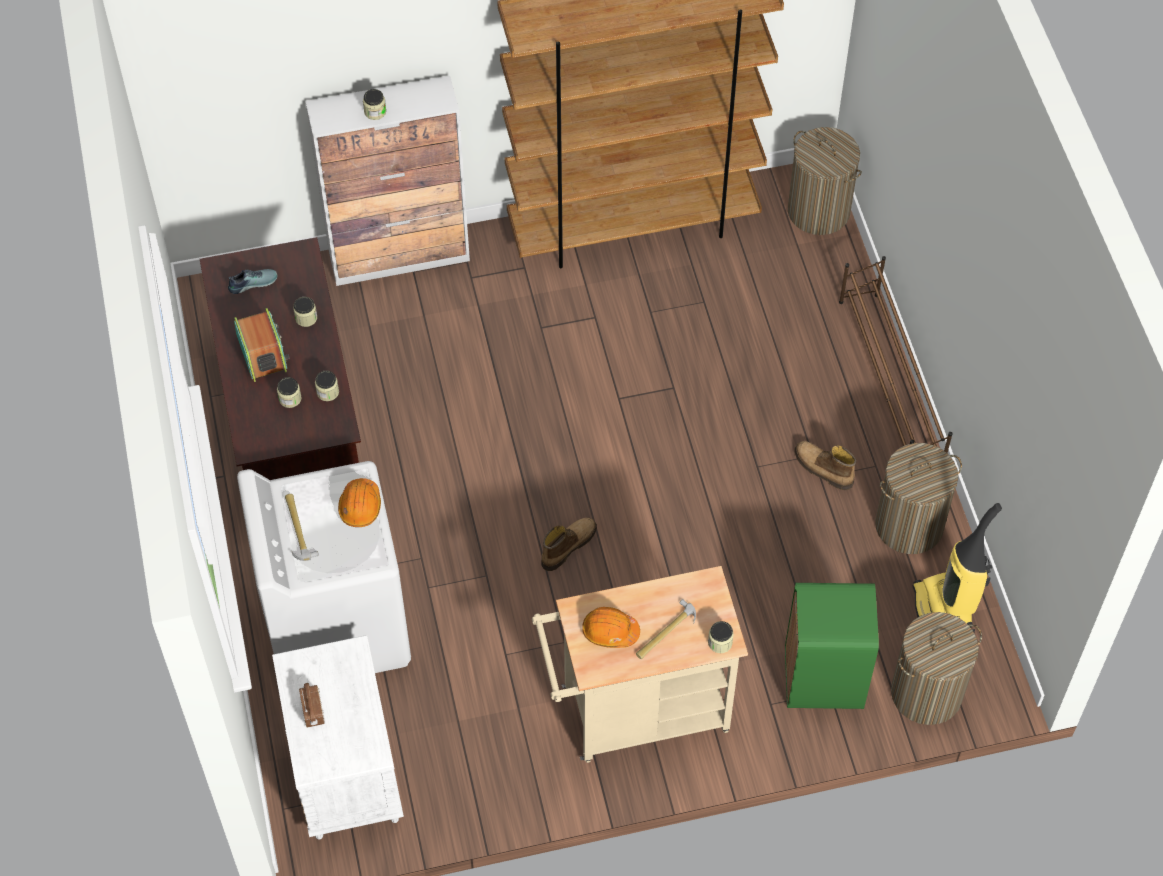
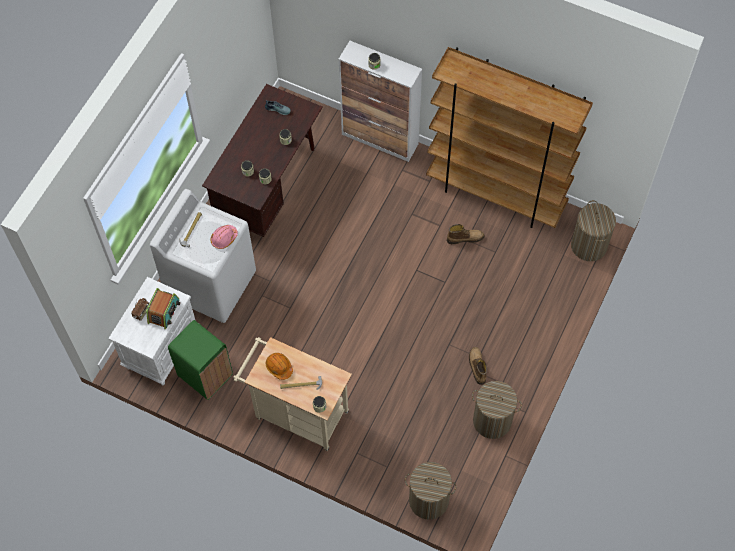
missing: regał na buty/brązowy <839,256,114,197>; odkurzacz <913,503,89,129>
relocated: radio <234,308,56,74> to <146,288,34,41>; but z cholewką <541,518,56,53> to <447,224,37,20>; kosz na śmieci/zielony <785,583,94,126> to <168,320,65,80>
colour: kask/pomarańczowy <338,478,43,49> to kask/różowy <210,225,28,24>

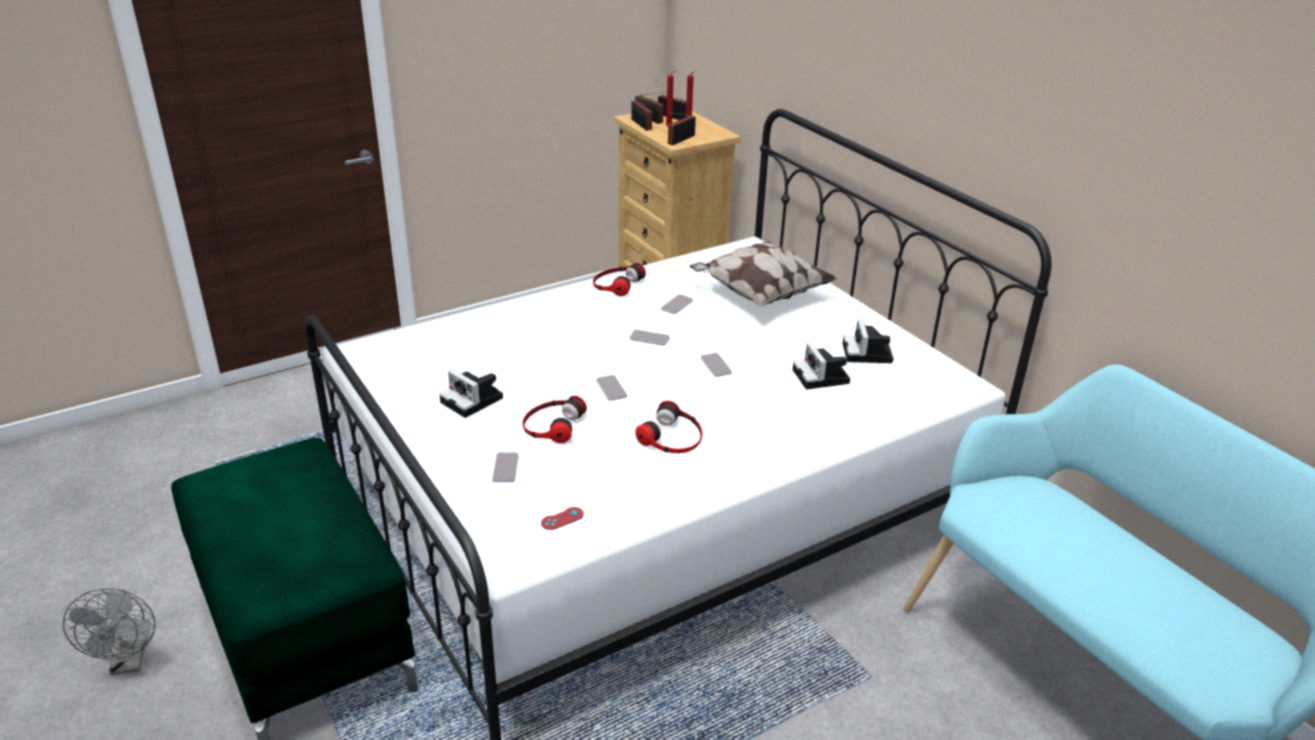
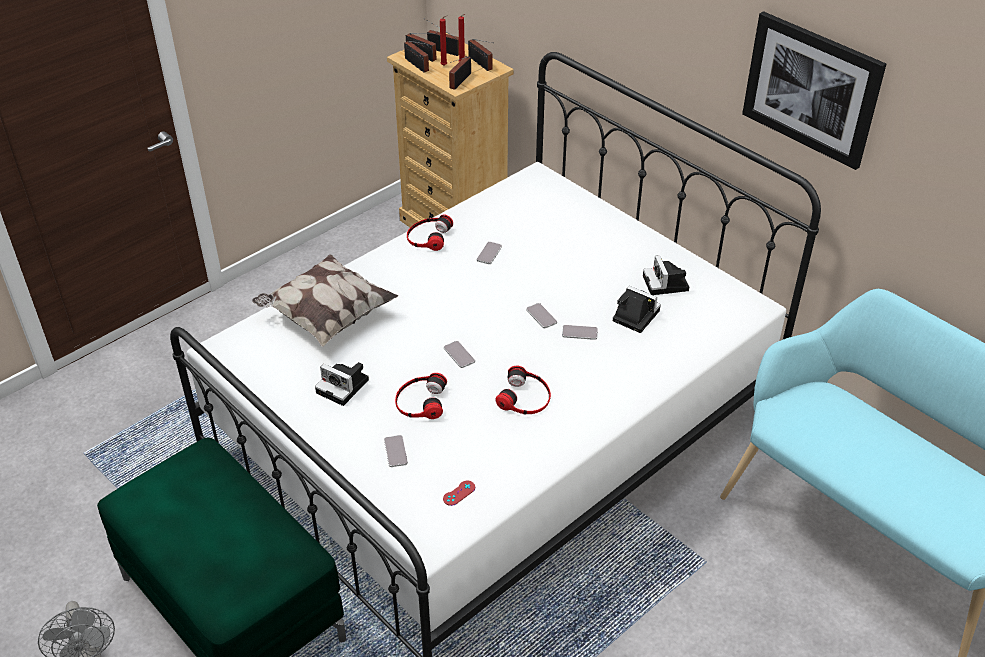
appeared: radio <468,39,25,32>; obraz <742,11,144,159>
relocated: telefon <630,330,40,16> to <562,325,36,15>; poduszka <689,241,148,66> to <252,254,146,93>
spun: aparat fotograficzny <793,343,57,46> = <613,286,48,47> 150 degrees clockwise

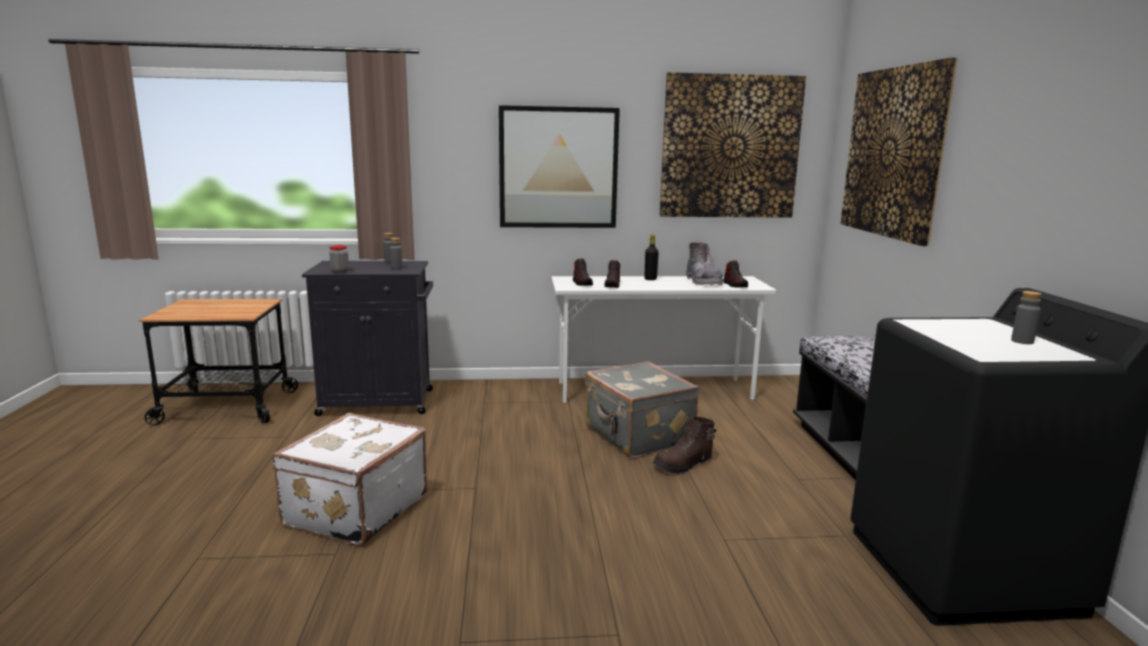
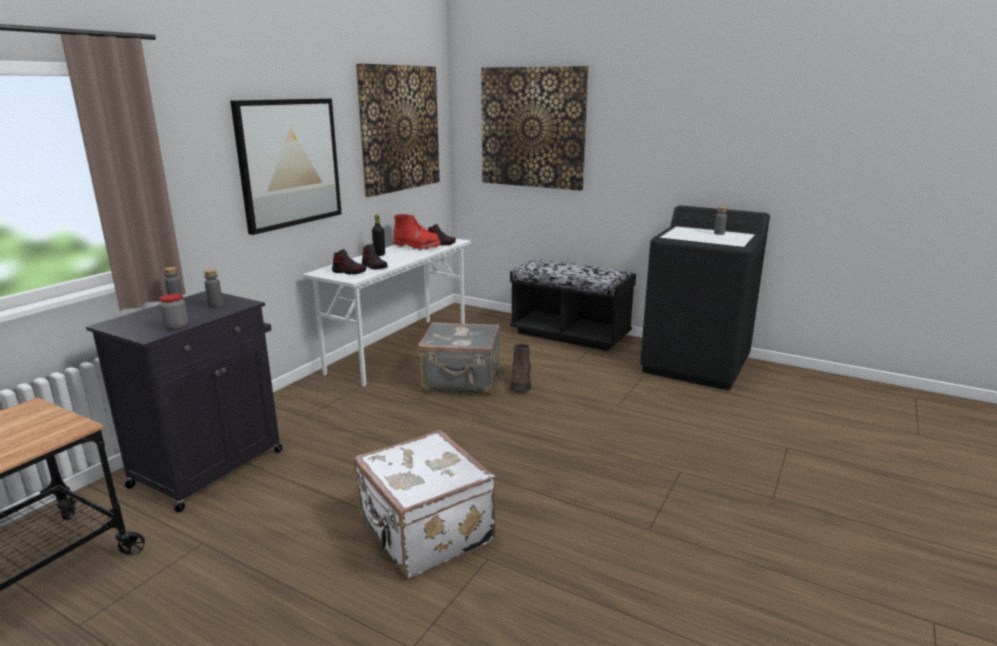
colour: but z cholewką/szary <686,242,37,44> to but z cholewką/czerwony <393,214,48,36>

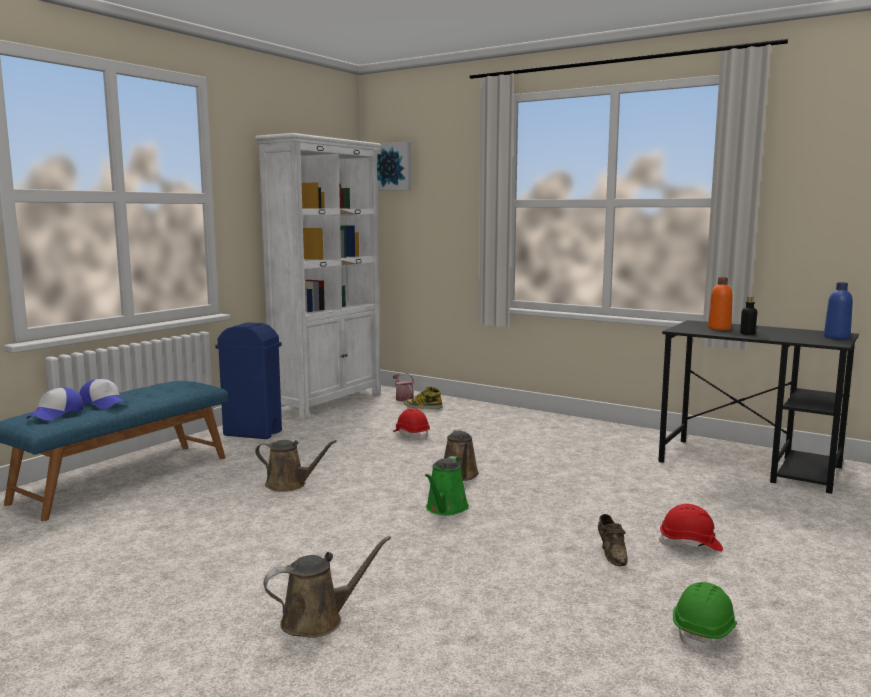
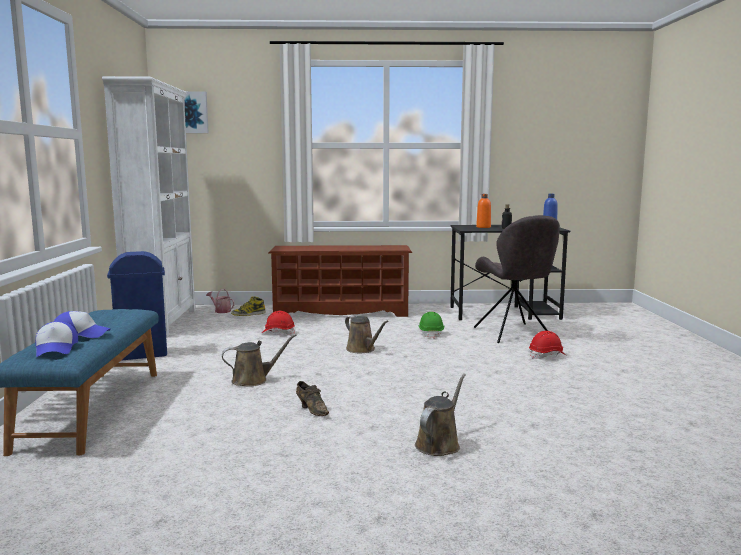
missing: konewka/zielony <425,456,44,59>
appeared: regał na buty/brązowy <269,245,143,72>; krzesło/szary <474,215,86,128>
relocated: but/brązowy <598,514,30,52> to <296,381,33,35>; kask/zielony <673,582,65,71> to <418,312,26,27>

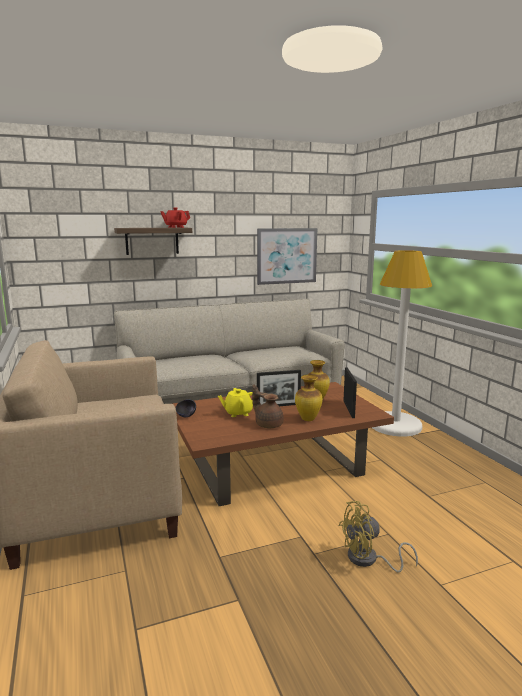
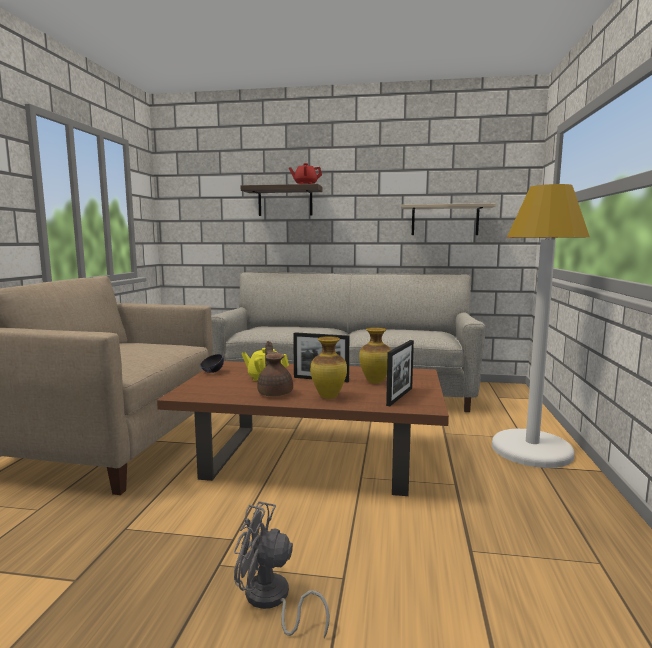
exchanged: obraz <257,228,60,57> to półka/beżowy <402,203,94,32>
colour: wentylator/żółty <338,501,80,72> to wentylator/szary <234,501,96,138>

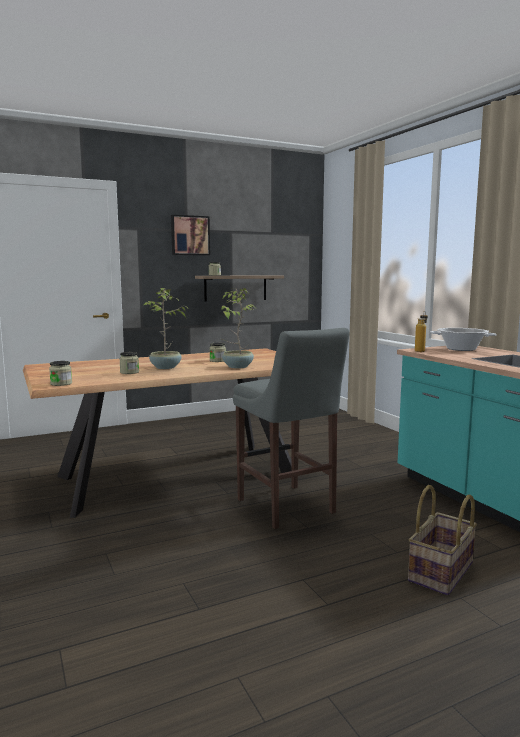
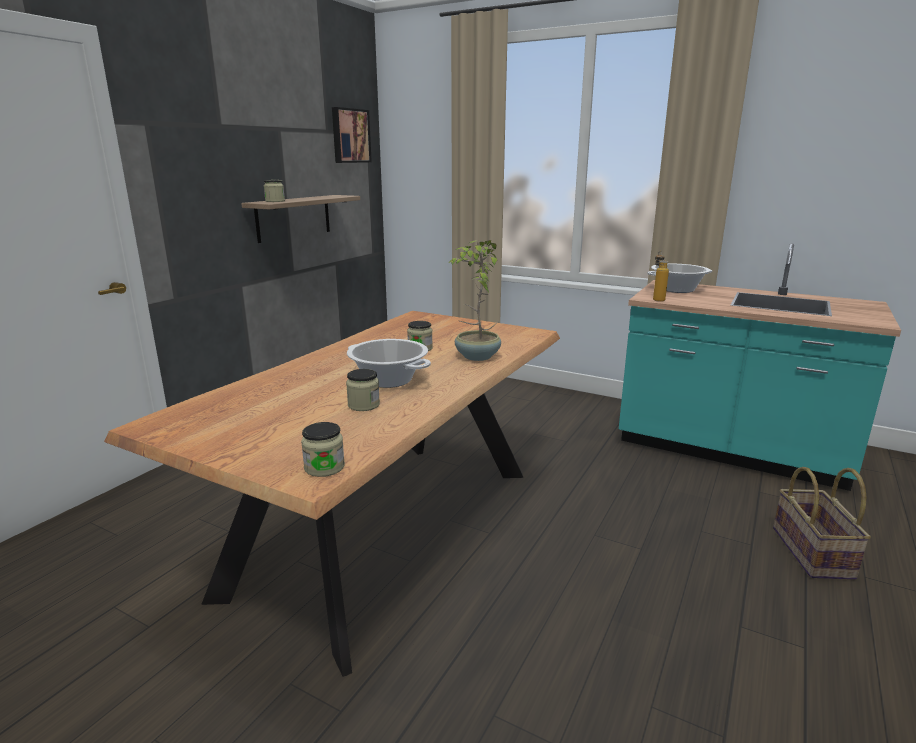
missing: stołek/szary <233,328,117,201>
relocated: obraz <171,215,39,41> to <332,107,40,56>
exchanged: roślina doniczkowa <144,288,44,81> to garnek <347,339,84,49>

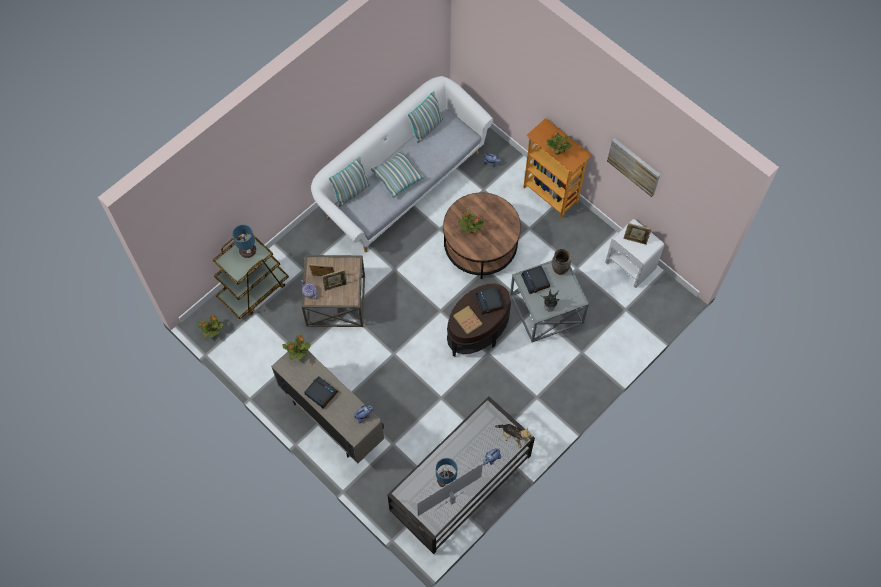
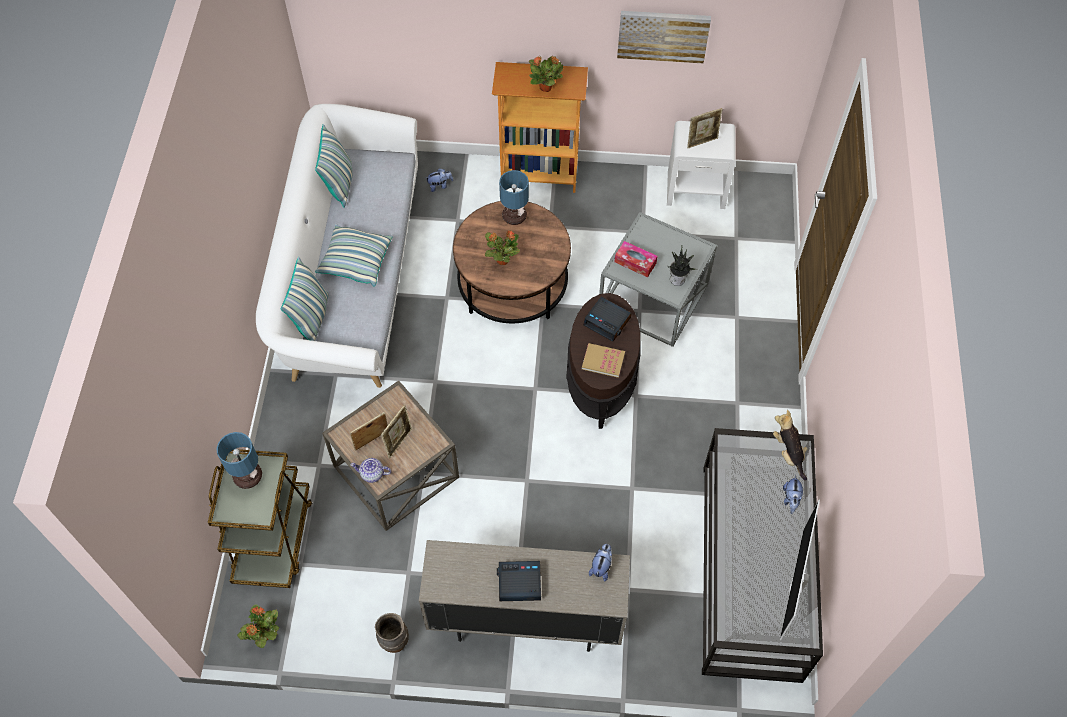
missing: roślina doniczkowa <282,334,29,26>
relocated: lampa stołowa <436,458,21,30> to <499,170,30,55>; wazon/brązowy <552,249,19,26> to <375,613,34,40>
exchanged: budzik <521,266,29,28> to pudełko chusteczek <615,241,43,36>
spun: pluszak <495,424,38,24> = <773,410,34,71> 105 degrees counterclockwise

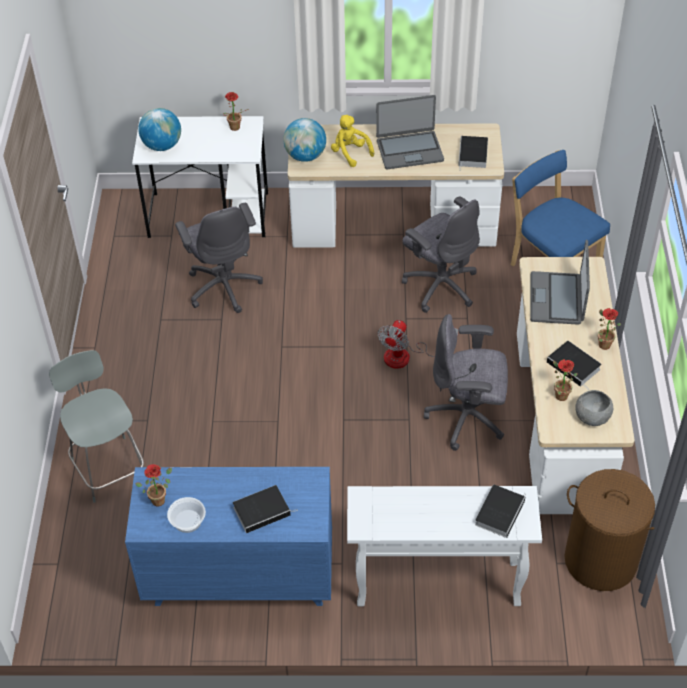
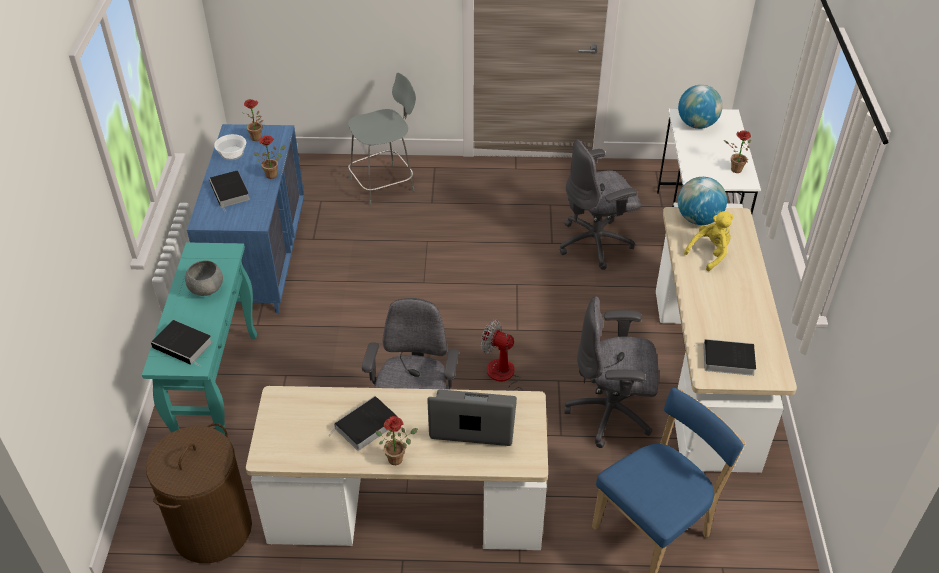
missing: laptop <376,95,68,74>
relocated: roślina doniczkowa <553,359,25,42> to <254,136,32,43>; miska/szary <575,390,38,36> to <185,260,38,36>
colour: stolik konsolowy/biały <347,486,195,120> to stolik konsolowy/turkusowy <142,242,115,193>
spun: krzesło biurowe/szary <402,197,78,116> = <565,297,94,151> 45 degrees clockwise

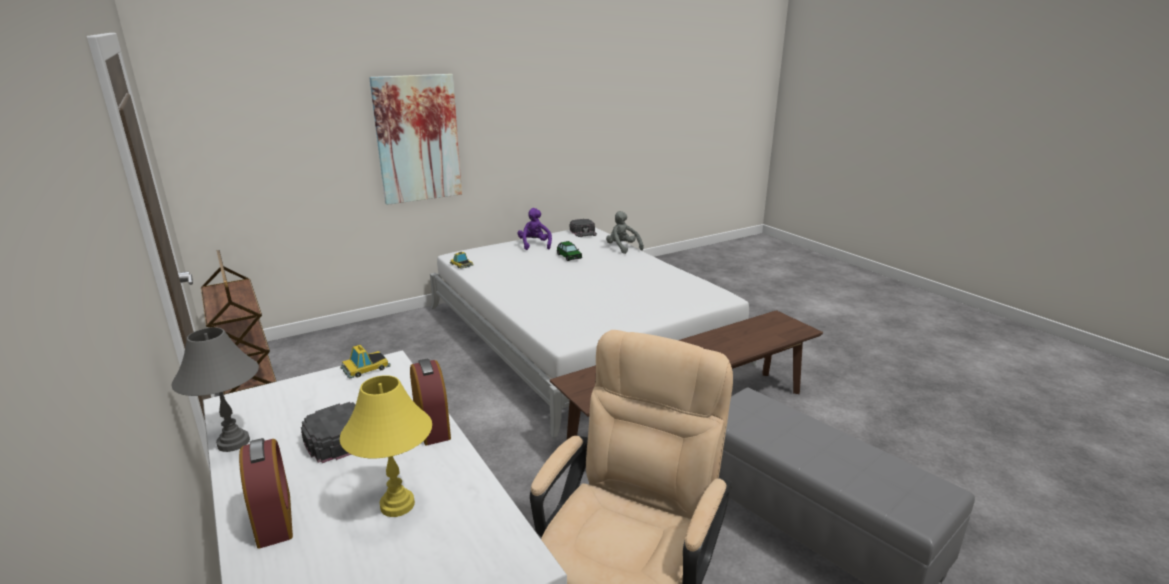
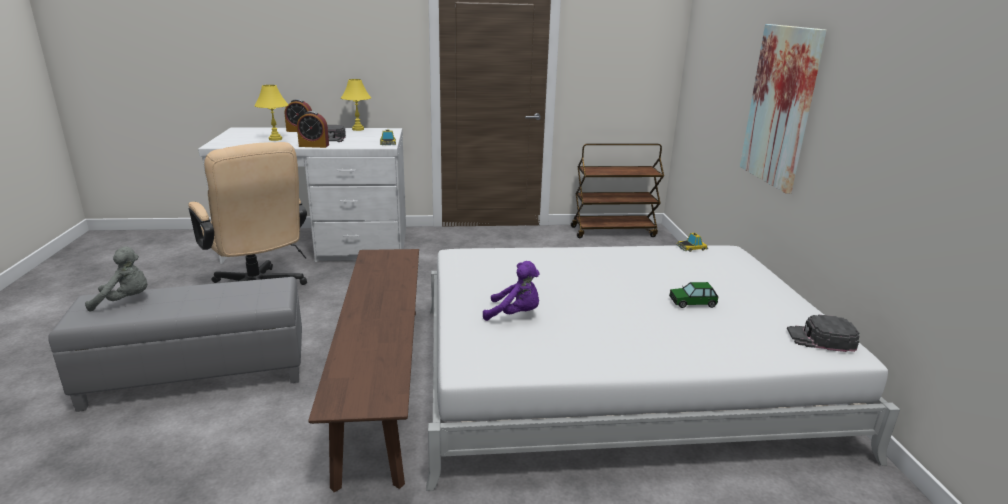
relocated: pluszak/fioletowy <518,208,34,42> to <483,261,57,60>; pluszak/szary <606,211,38,43> to <85,246,62,66>
colour: lampa stołowa/szary <172,327,87,125> to lampa stołowa/żółty <341,79,30,52>

